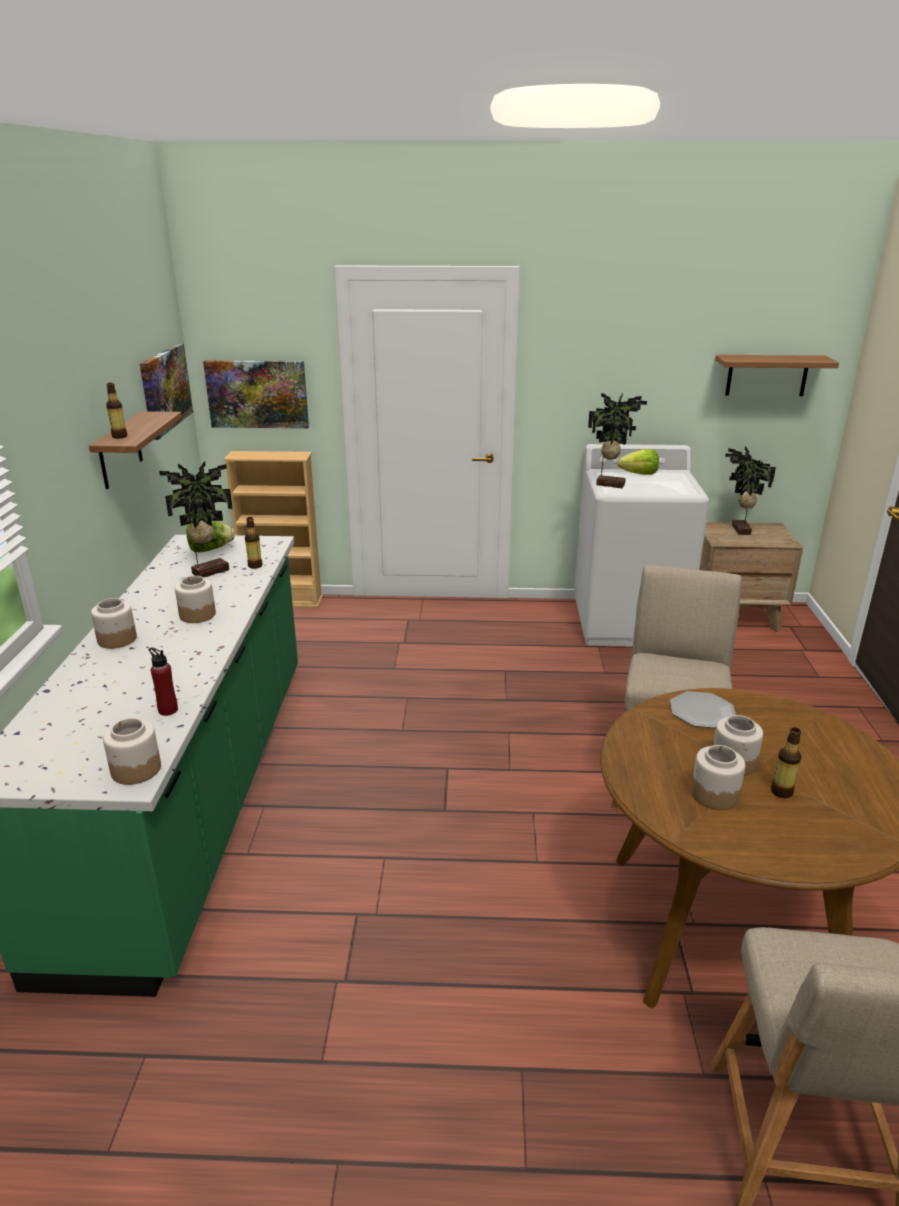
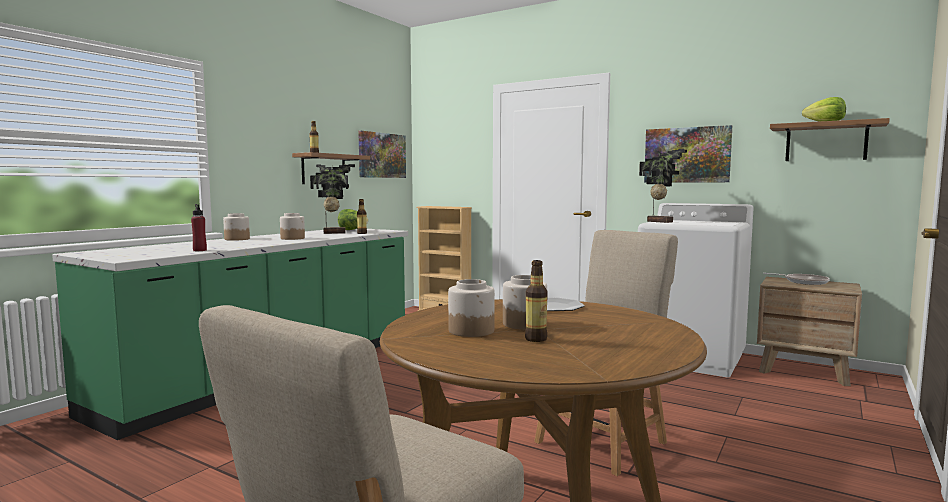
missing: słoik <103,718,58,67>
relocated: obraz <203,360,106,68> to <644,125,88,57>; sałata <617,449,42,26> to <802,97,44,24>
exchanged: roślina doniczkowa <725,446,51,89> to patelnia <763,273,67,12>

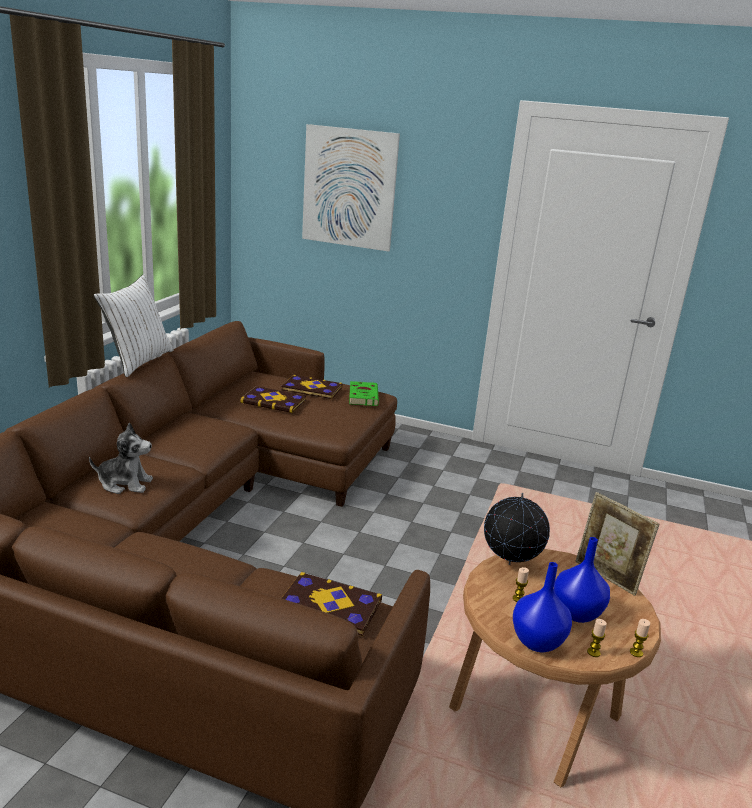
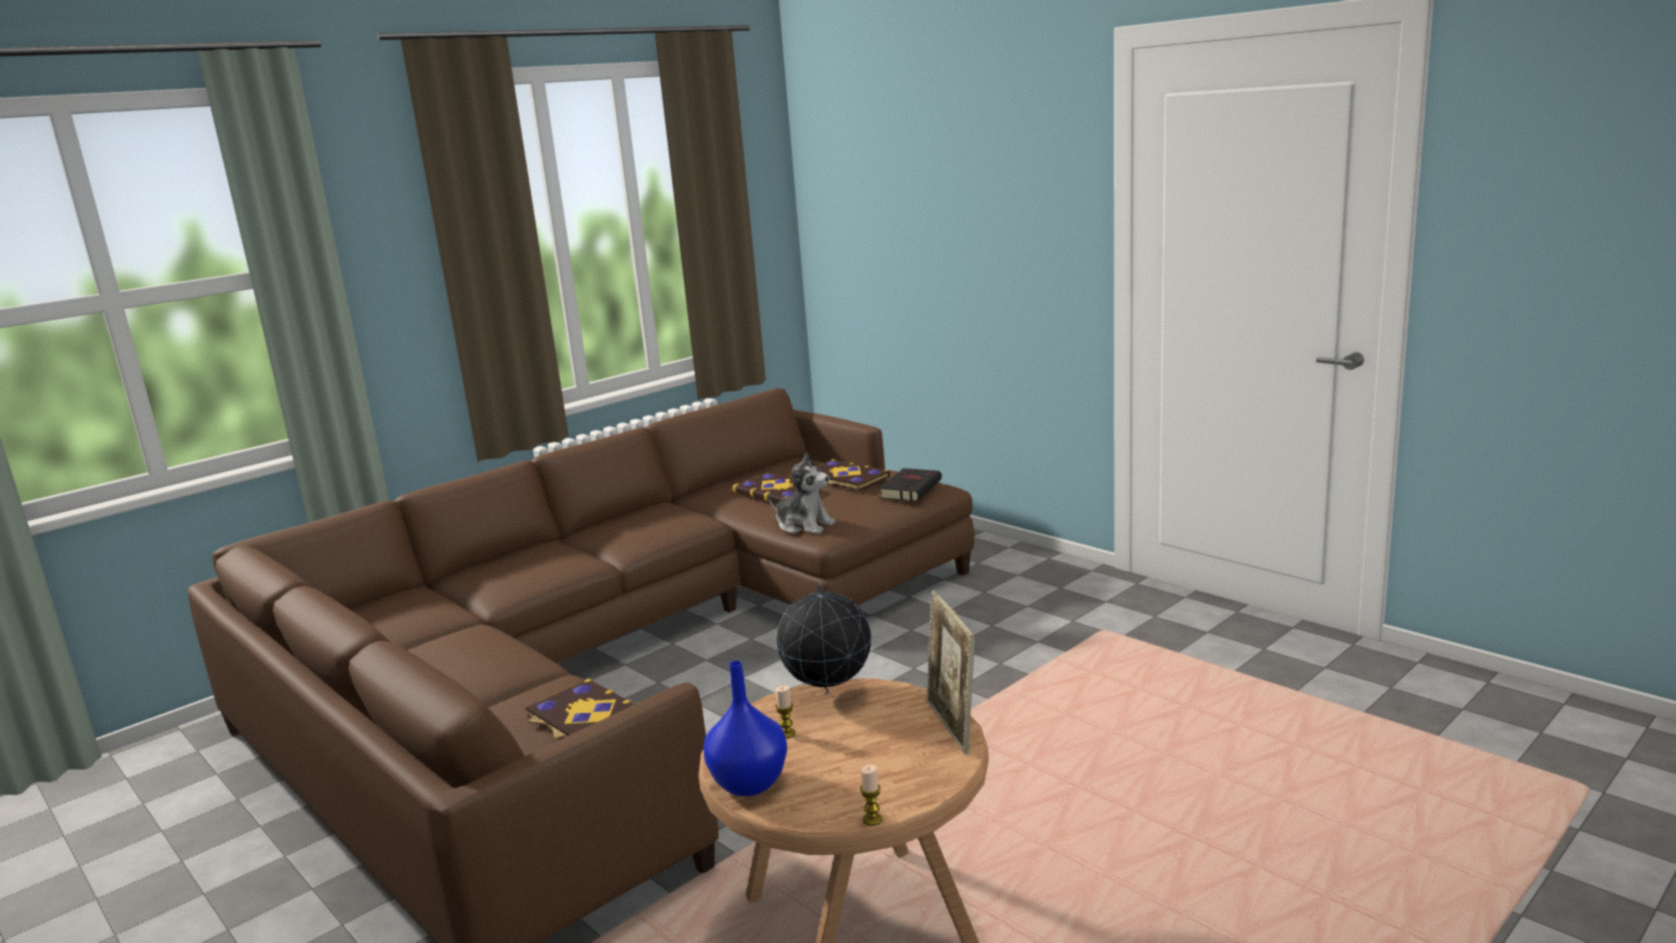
missing: poduszka/biały <94,274,80,103>; obraz <302,124,98,128>; wazon/niebieski <554,537,56,86>; świeca <587,619,20,38>
relocated: pluszak <89,423,64,71> to <768,452,68,82>
colour: książka/zielony <349,381,30,25> to książka/czarny <879,468,63,33>

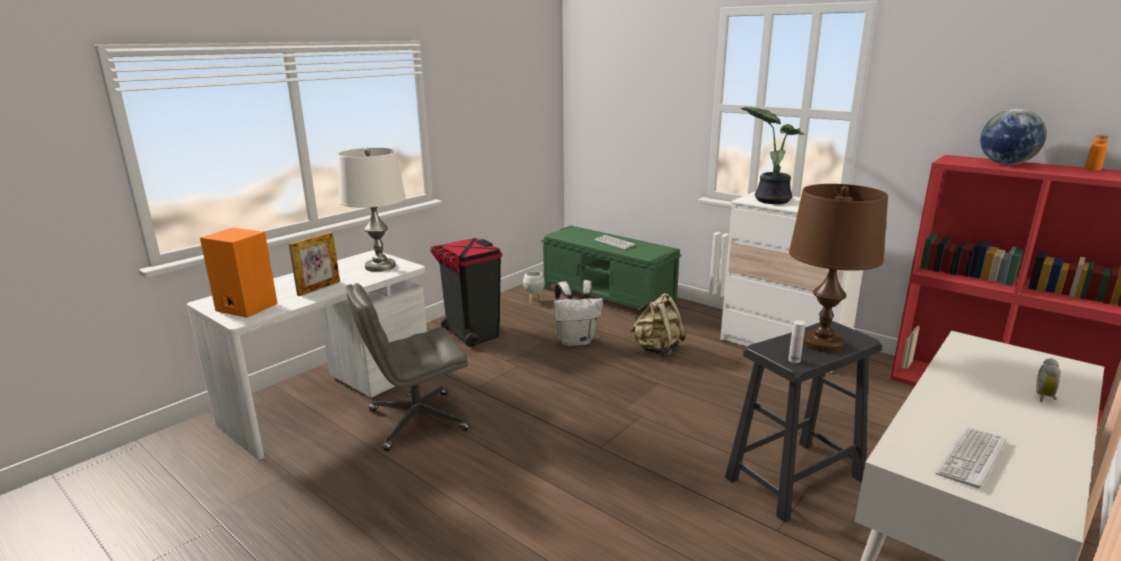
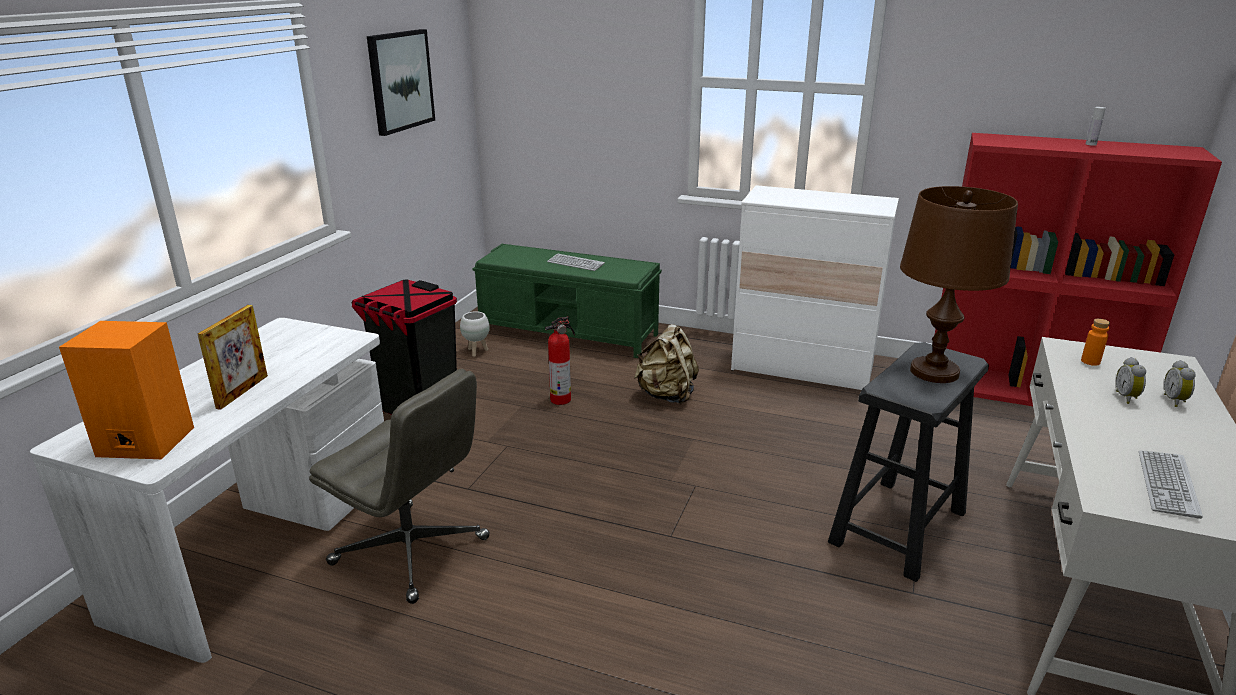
missing: lampa stołowa/biały <337,148,69,124>; roślina doniczkowa <740,107,66,97>; globus <980,109,66,56>
appeared: obraz <367,29,68,107>; budzik <1116,357,30,47>
relocated: butelka/biały <788,320,17,43> to <1086,107,20,39>; butelka/pomarańczowy <1085,134,24,36> to <1081,319,29,47>
exchanged: plecak/biały <554,280,49,66> to gaśnica <545,316,30,89>
spun: krzesło biurowe/szary <346,283,123,168> = <309,369,181,235> 105 degrees counterclockwise

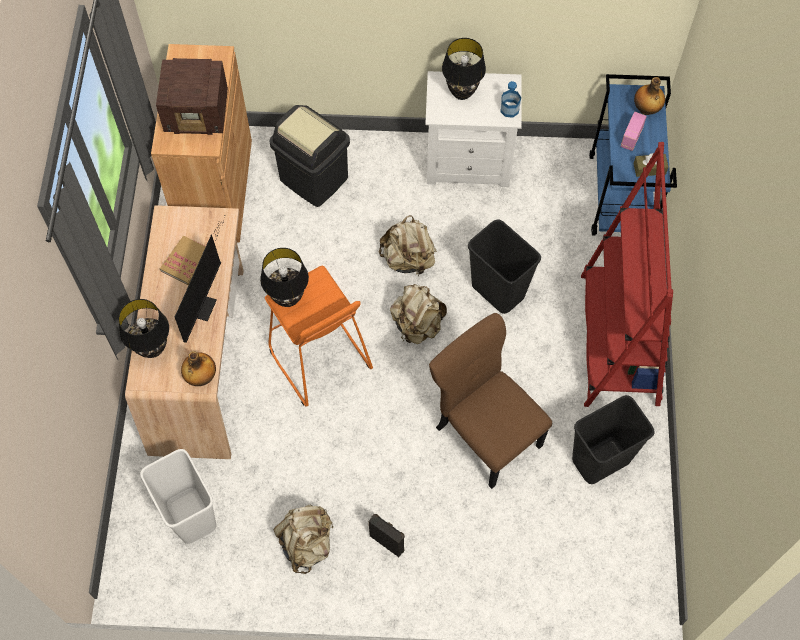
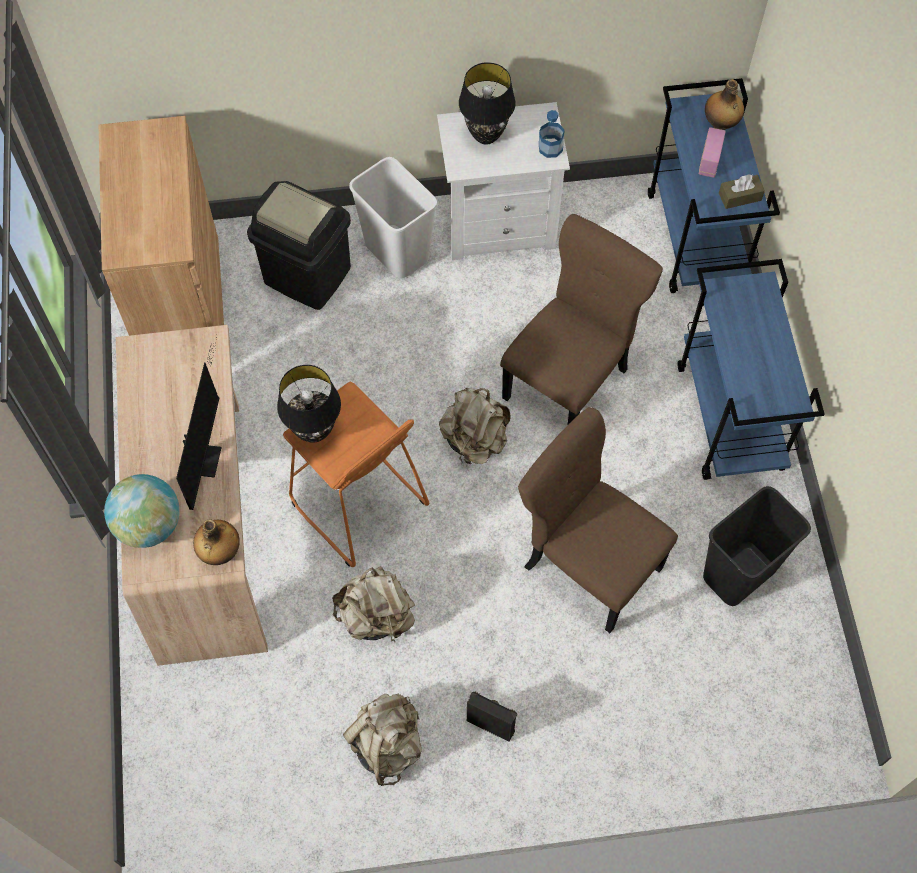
missing: radio <156,58,72,77>; książka <160,235,46,50>
relocated: kosz na śmieci/biały <140,449,76,95> to <349,157,88,122>; plecak/beżowy <378,215,59,61> to <332,566,83,76>
exchanged: lampa stołowa/czarny <118,299,51,59> to globus <104,474,76,74>; kosz na śmieci/czarny <468,220,73,94> to krzesło/brązowy <500,214,163,210>; regał/czerwony <581,142,92,265> to wózek/niebieski <678,259,147,221>

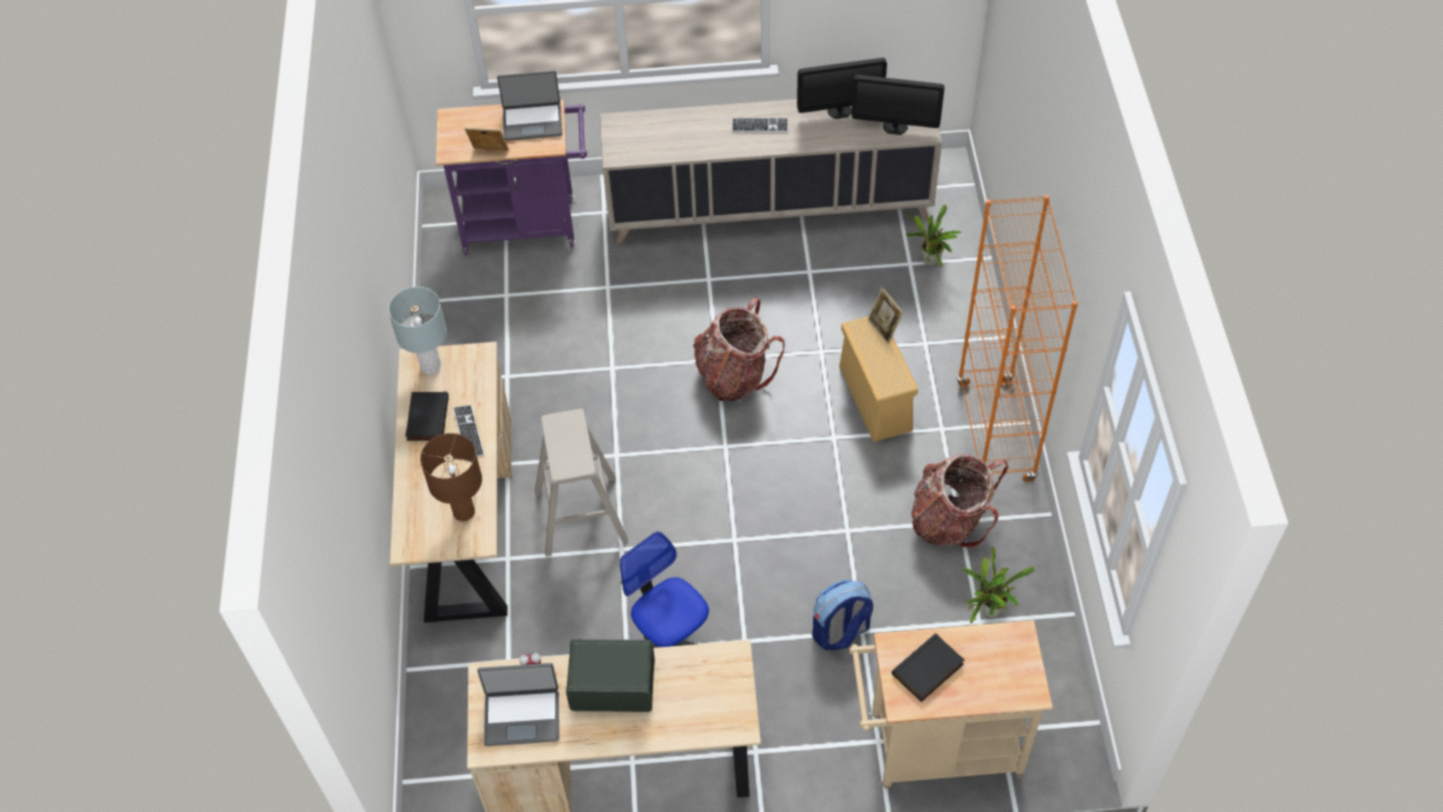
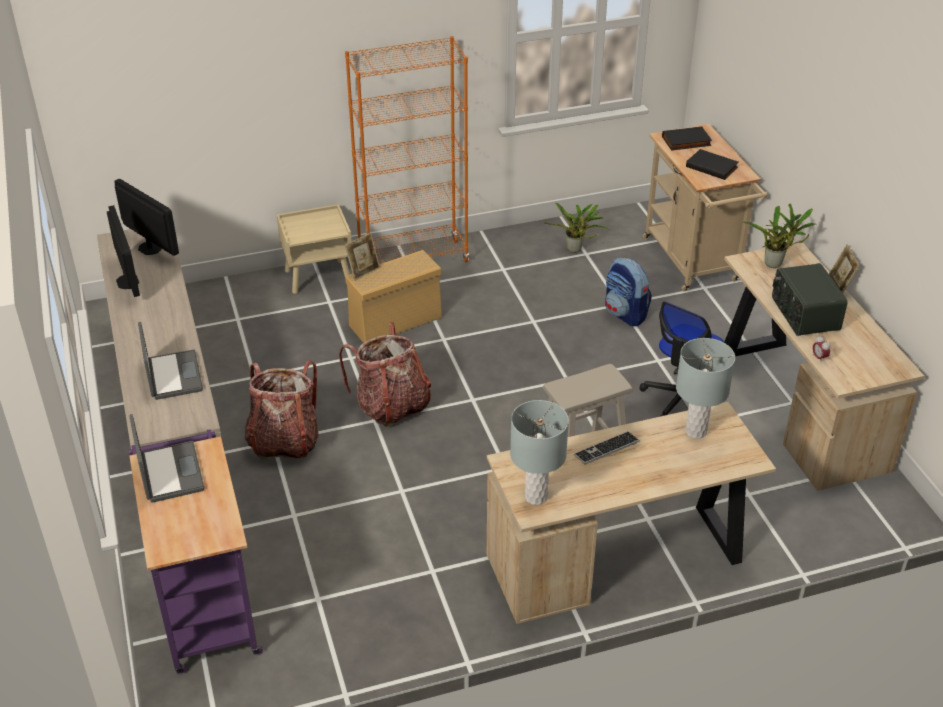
missing: klawiatura <732,118,56,14>
appeared: szafka nocna/beżowy <277,204,75,90>
relocated: książka/czarny <405,392,44,49> to <662,126,50,25>; ramka na zdjęcie <464,128,45,23> to <829,245,31,48>; laptop <477,663,82,83> to <138,322,65,78>; roślina doniczkowa <906,205,56,63> to <743,204,74,64>; plecak <911,454,98,94> to <245,360,74,100>
colour: lampa stołowa/brązowy <420,433,62,88> to lampa stołowa/szary <676,338,59,101>
spun: monitor <852,75,93,60> = <114,179,65,77> 45 degrees counterclockwise

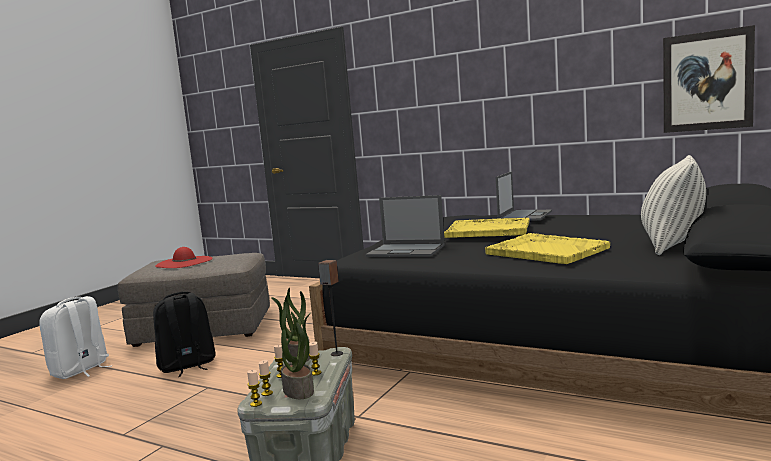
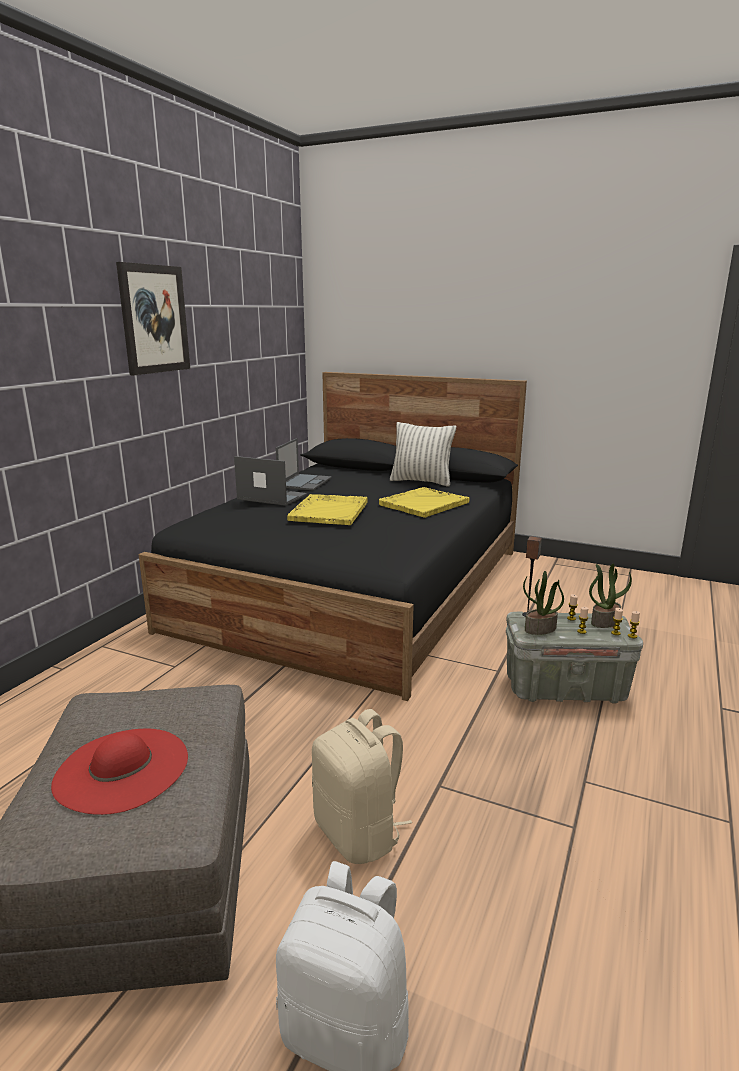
relocated: laptop <365,195,80,62> to <276,438,56,52>; obraz <663,25,92,108> to <116,262,74,113>
colour: plecak/czarny <153,292,63,85> to plecak/beżowy <312,709,100,155>

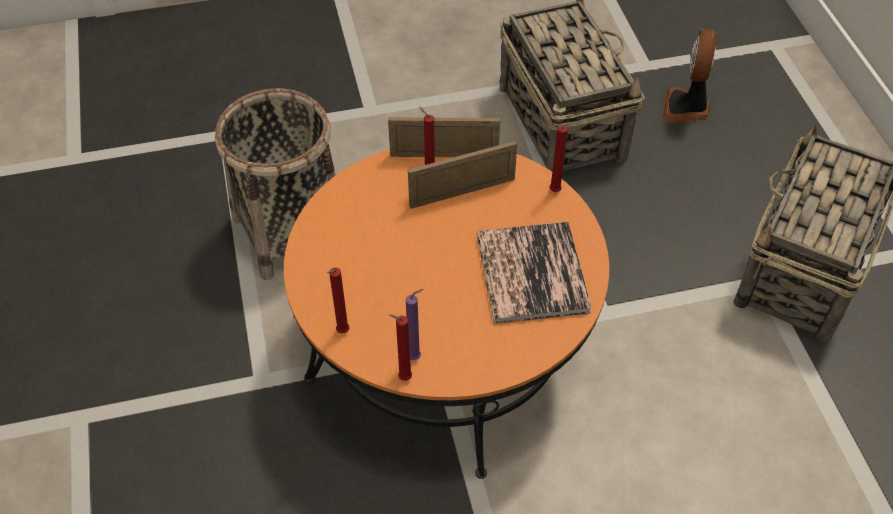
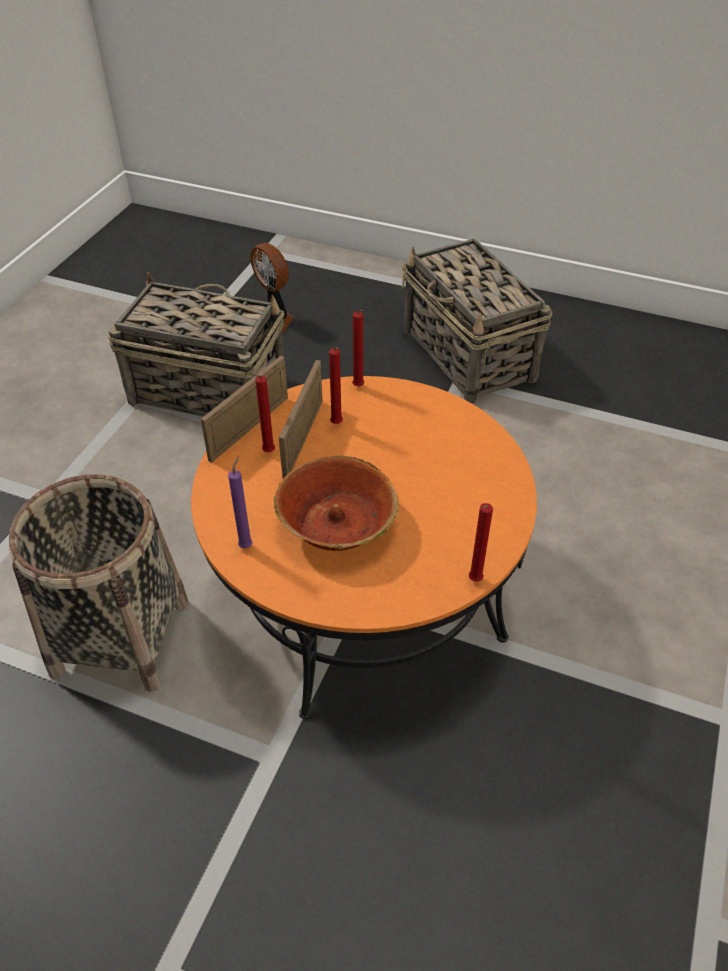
missing: książka <477,222,115,101>
appeared: miska <274,456,125,97>
relocated: świeca/czerwony <327,267,23,67> to <329,347,14,77>; świeca/fioletowy <406,289,17,71> to <228,456,24,92>

